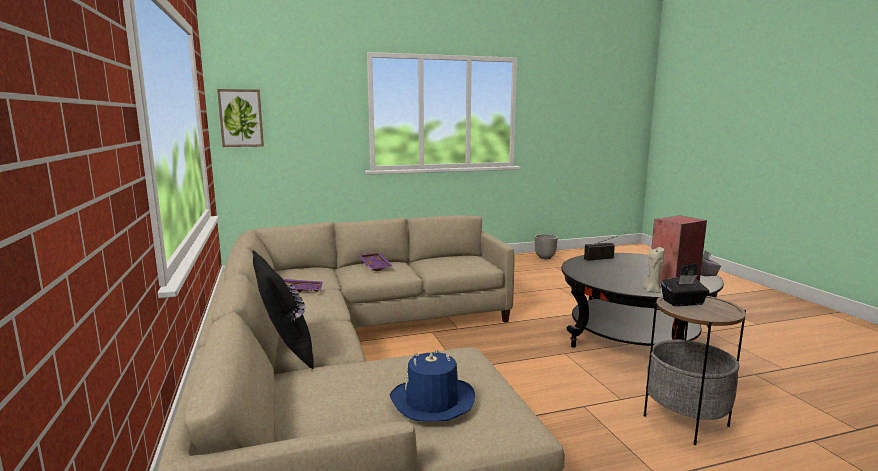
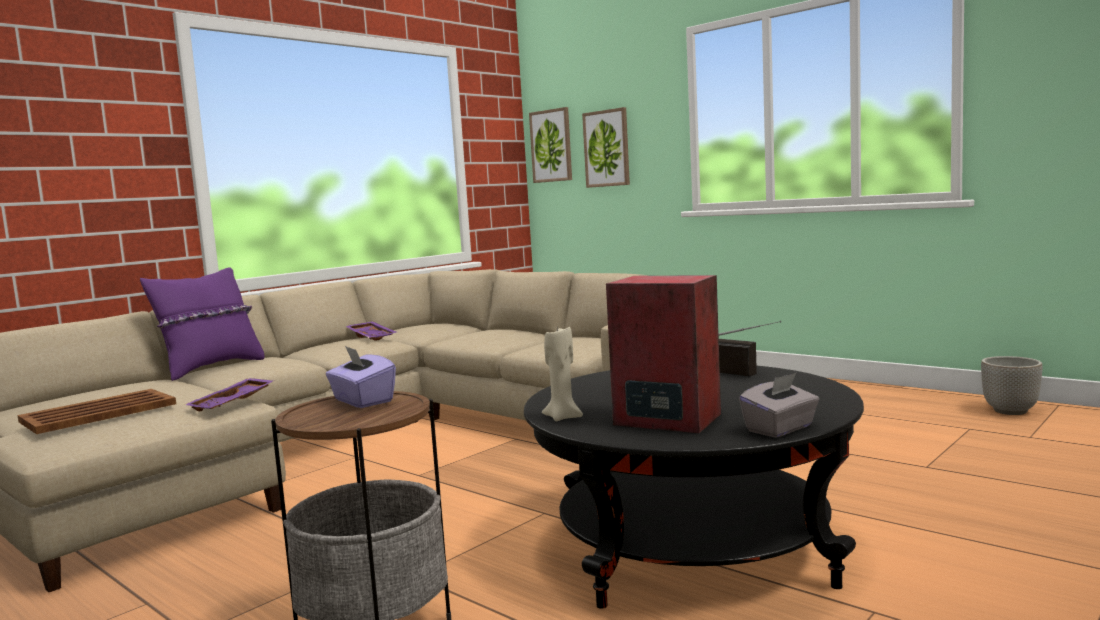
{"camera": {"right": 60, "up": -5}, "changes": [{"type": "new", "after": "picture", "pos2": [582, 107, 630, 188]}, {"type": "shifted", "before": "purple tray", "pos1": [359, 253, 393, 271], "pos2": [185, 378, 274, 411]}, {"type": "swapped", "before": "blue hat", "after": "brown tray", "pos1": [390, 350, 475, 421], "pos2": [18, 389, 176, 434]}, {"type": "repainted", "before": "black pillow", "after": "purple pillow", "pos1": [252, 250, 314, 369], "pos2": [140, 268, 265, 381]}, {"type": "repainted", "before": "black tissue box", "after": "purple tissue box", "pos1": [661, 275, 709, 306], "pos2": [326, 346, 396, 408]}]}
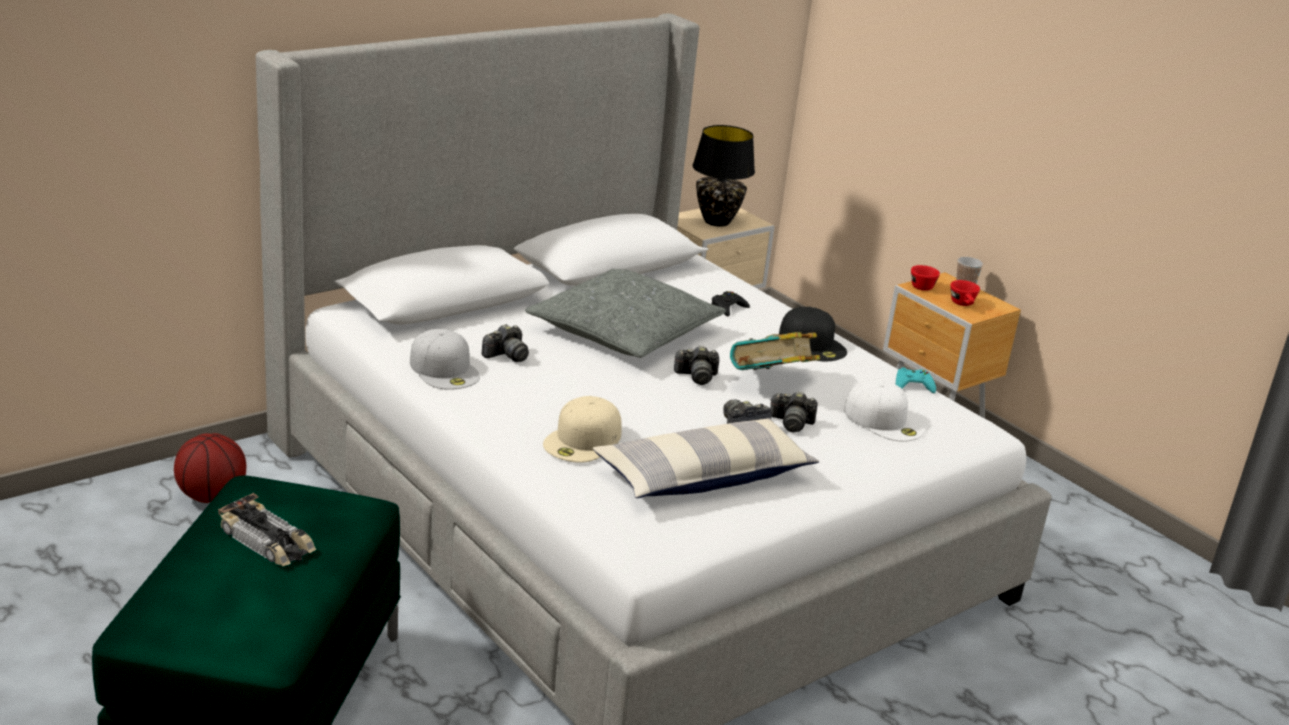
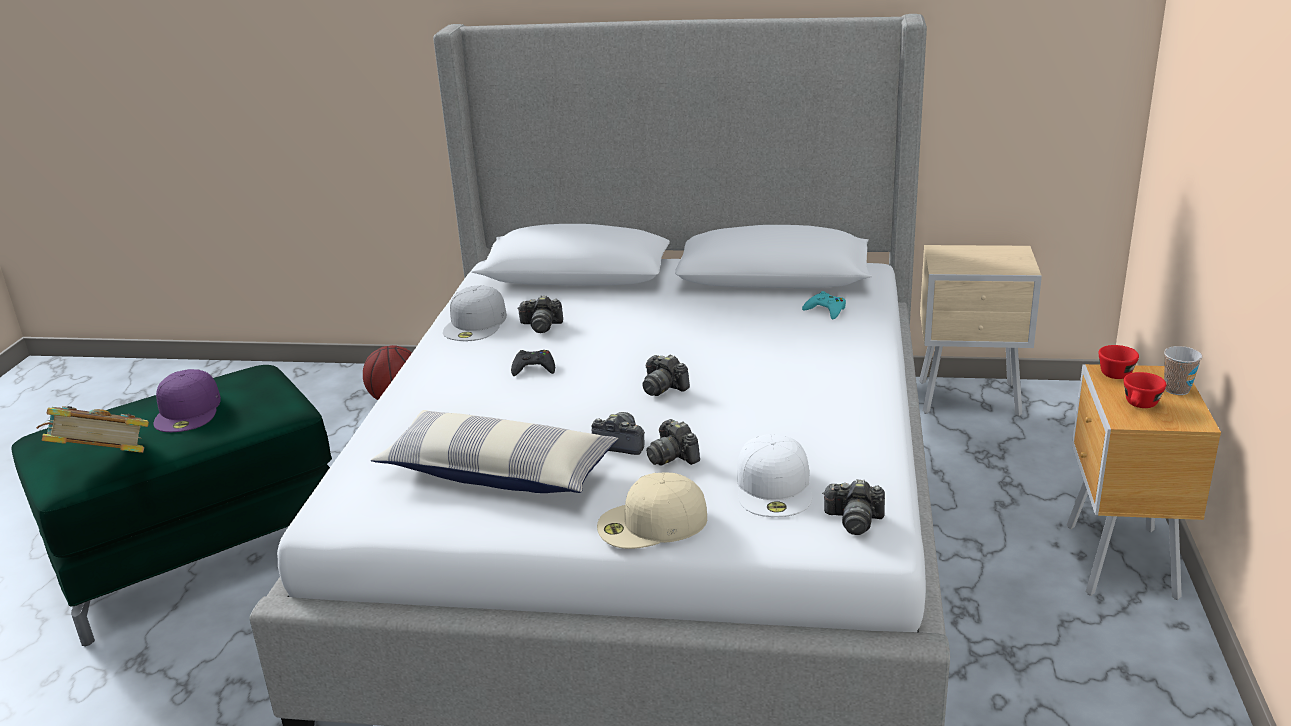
{"camera": {"right": 50, "up": 0}, "changes": [{"type": "gone", "before": "grey pillow", "pos1": [525, 269, 726, 358]}, {"type": "gone", "before": "black table lamp", "pos1": [692, 125, 755, 227]}, {"type": "gone", "before": "black cap", "pos1": [779, 307, 847, 361]}, {"type": "new", "after": "photo camera", "pos2": [822, 479, 885, 535]}, {"type": "shifted", "before": "beige cap", "pos1": [543, 396, 622, 463], "pos2": [597, 472, 707, 549]}, {"type": "shifted", "before": "black game controller", "pos1": [712, 291, 750, 316], "pos2": [511, 350, 555, 376]}, {"type": "shifted", "before": "book", "pos1": [730, 332, 820, 370], "pos2": [37, 406, 149, 453]}, {"type": "shifted", "before": "turquoise game controller", "pos1": [896, 367, 936, 393], "pos2": [802, 291, 846, 320]}, {"type": "swapped", "before": "toy car", "after": "purple cap", "pos1": [218, 493, 316, 566], "pos2": [154, 369, 221, 432]}]}
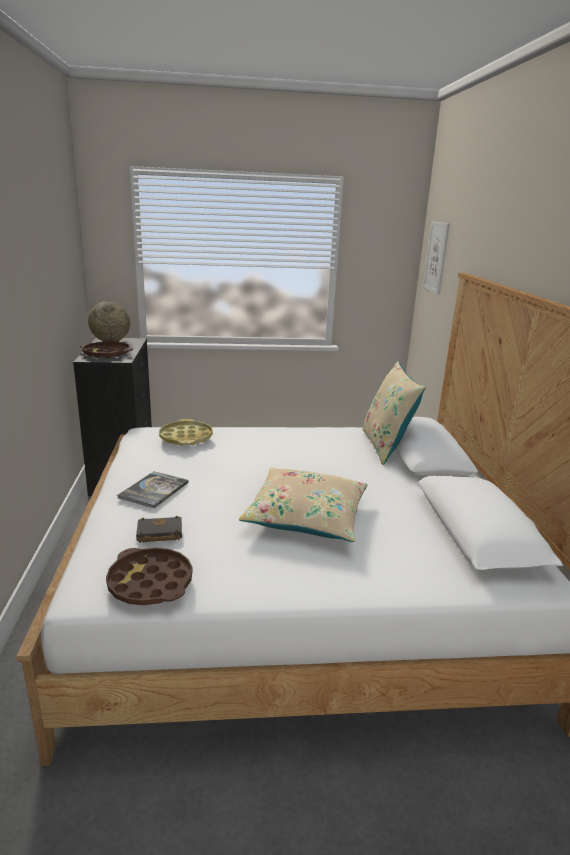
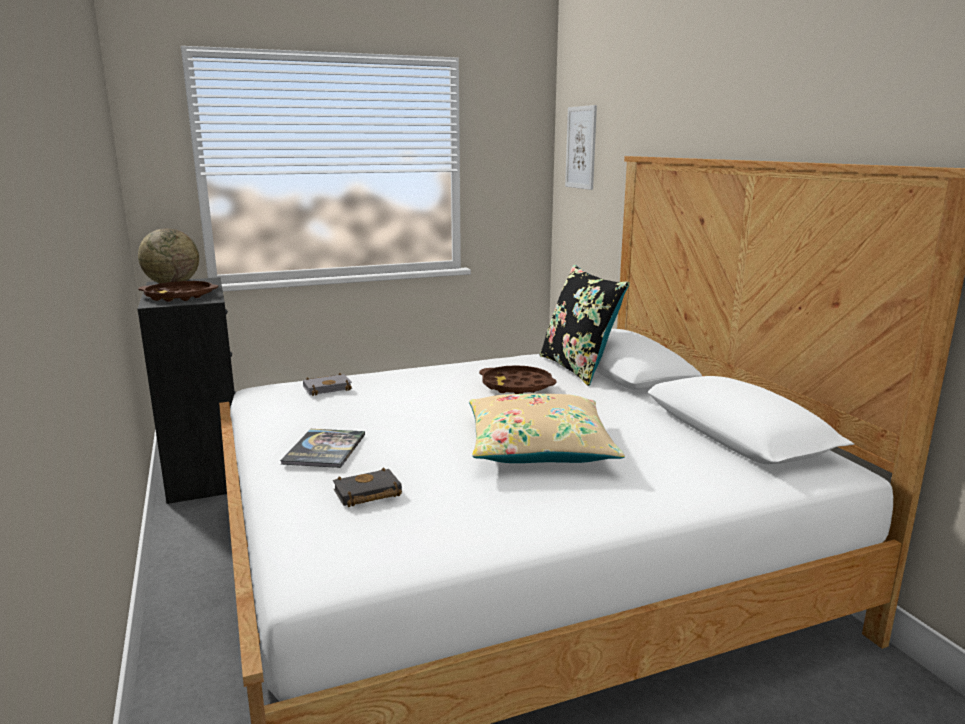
{"camera": {"right": -15, "up": -5}, "changes": [{"type": "shifted", "before": "brown tray", "pos1": [106, 548, 193, 605], "pos2": [479, 365, 557, 394]}, {"type": "swapped", "before": "yellow tray", "after": "grey book", "pos1": [159, 419, 213, 446], "pos2": [303, 373, 352, 396]}, {"type": "repainted", "before": "beige pillow", "after": "black pillow", "pos1": [362, 361, 426, 465], "pos2": [539, 265, 629, 386]}]}
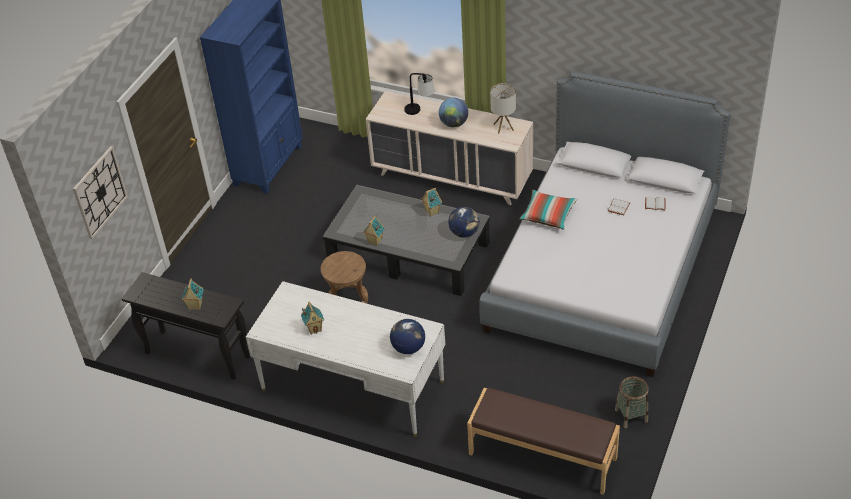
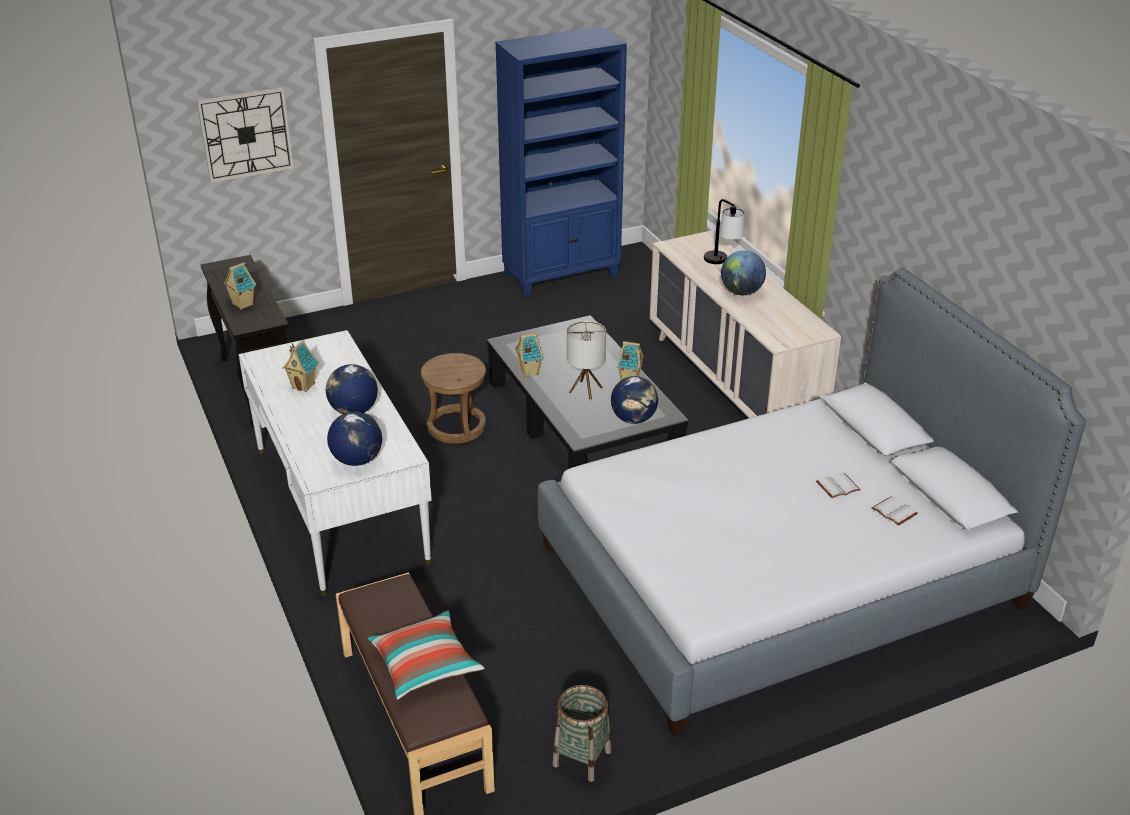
{"camera": {"right": 40, "up": -10}, "changes": [{"type": "new", "after": "globe", "pos2": [326, 364, 378, 414]}, {"type": "shifted", "before": "table lamp", "pos1": [490, 83, 516, 134], "pos2": [567, 321, 606, 400]}, {"type": "shifted", "before": "pillow", "pos1": [519, 190, 578, 229], "pos2": [367, 610, 485, 700]}]}
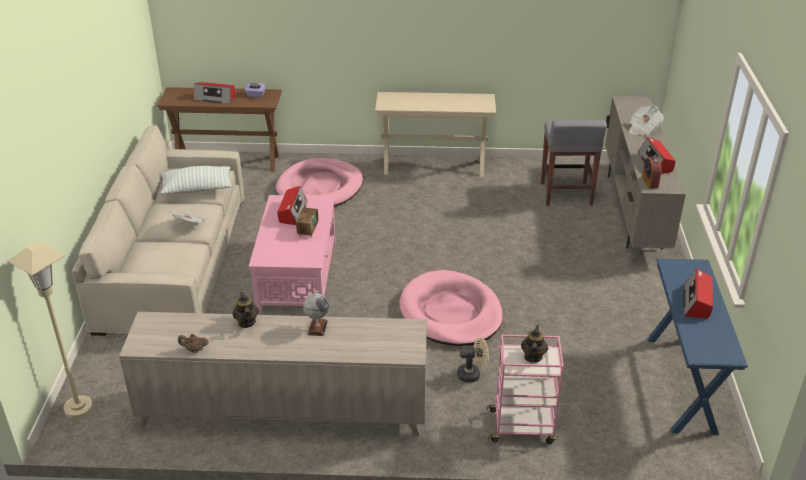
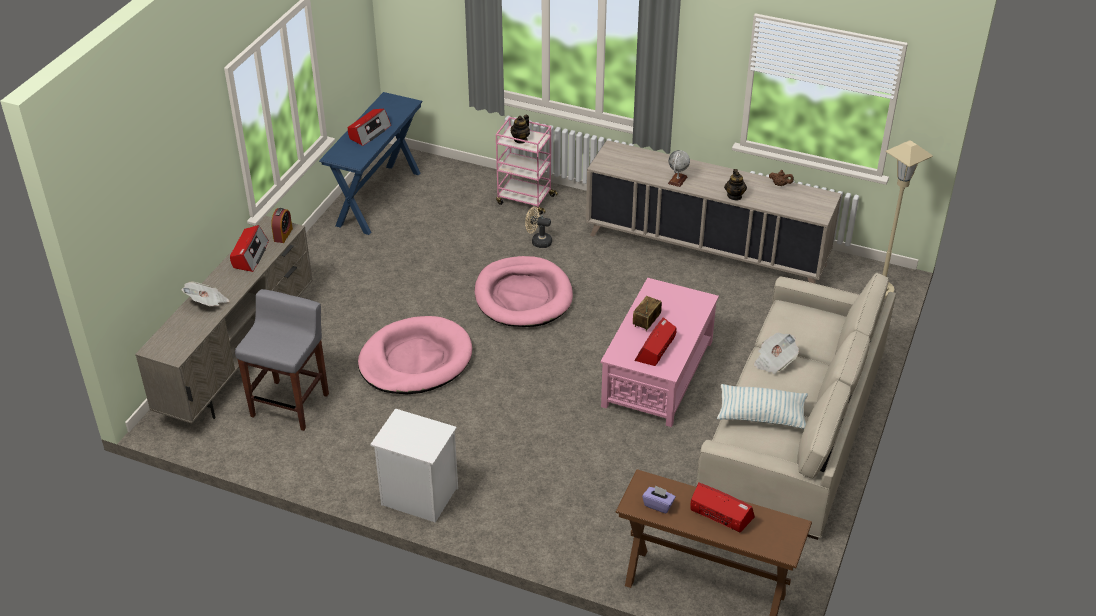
{"camera": {"right": -160, "up": 5}, "changes": [{"type": "shifted", "before": "pink dog bed", "pos1": [276, 158, 363, 206], "pos2": [358, 316, 472, 394]}, {"type": "swapped", "before": "beige console table", "after": "white nightstand", "pos1": [375, 92, 496, 177], "pos2": [370, 408, 458, 523]}]}
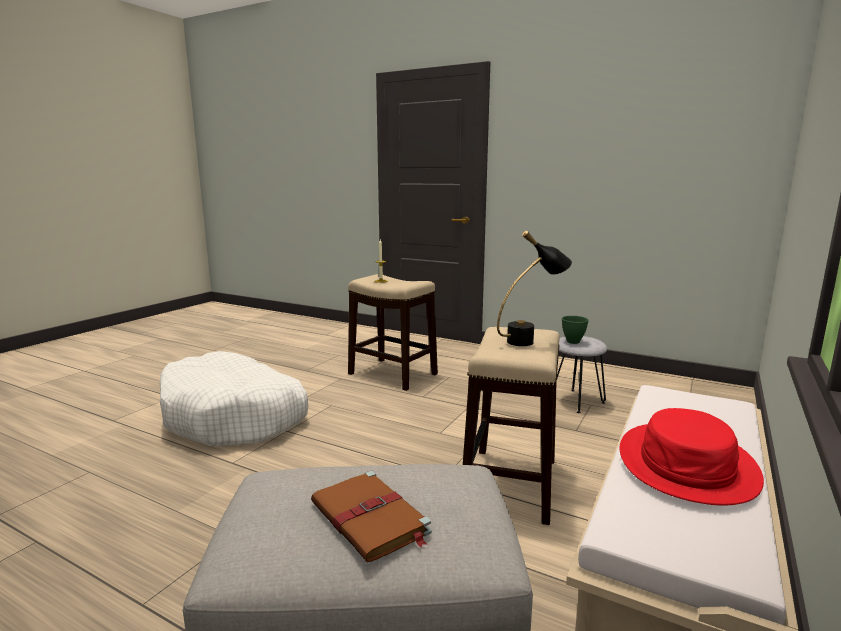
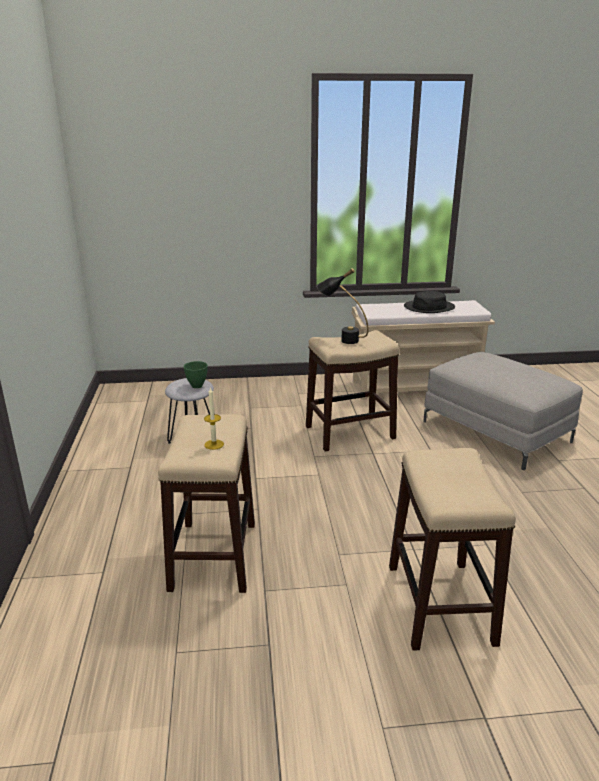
{"camera": {"right": -125, "up": 10}, "changes": [{"type": "gone", "before": "brown book", "pos1": [311, 471, 432, 562]}, {"type": "swapped", "before": "white dog bed", "after": "stool", "pos1": [160, 351, 308, 447], "pos2": [389, 448, 516, 651]}, {"type": "repainted", "before": "red hat", "after": "black hat", "pos1": [619, 408, 764, 506], "pos2": [404, 291, 455, 313]}]}
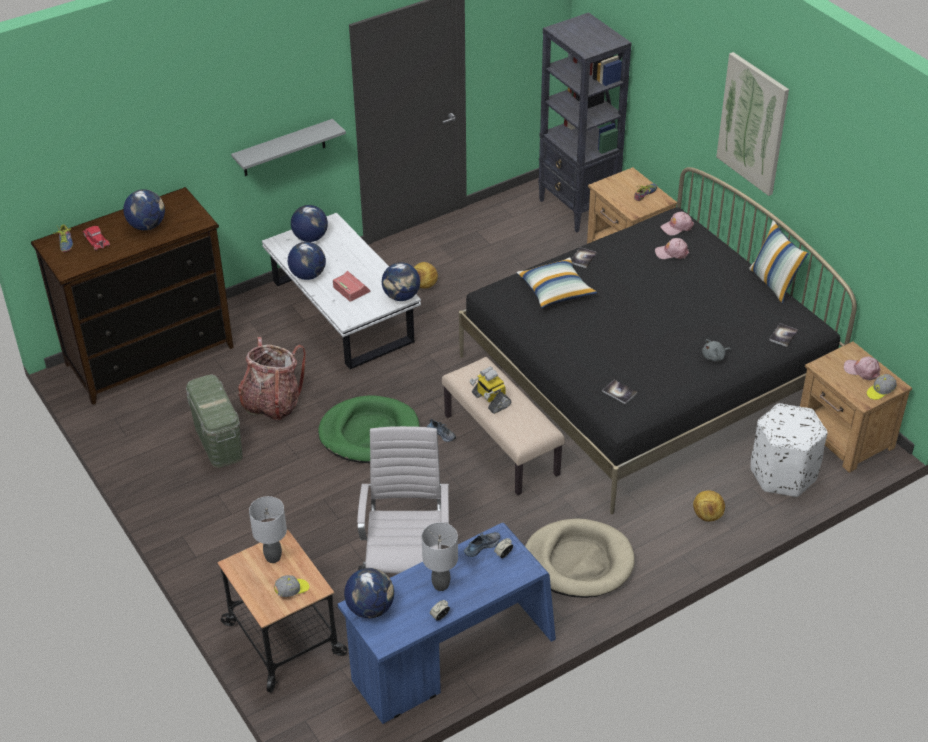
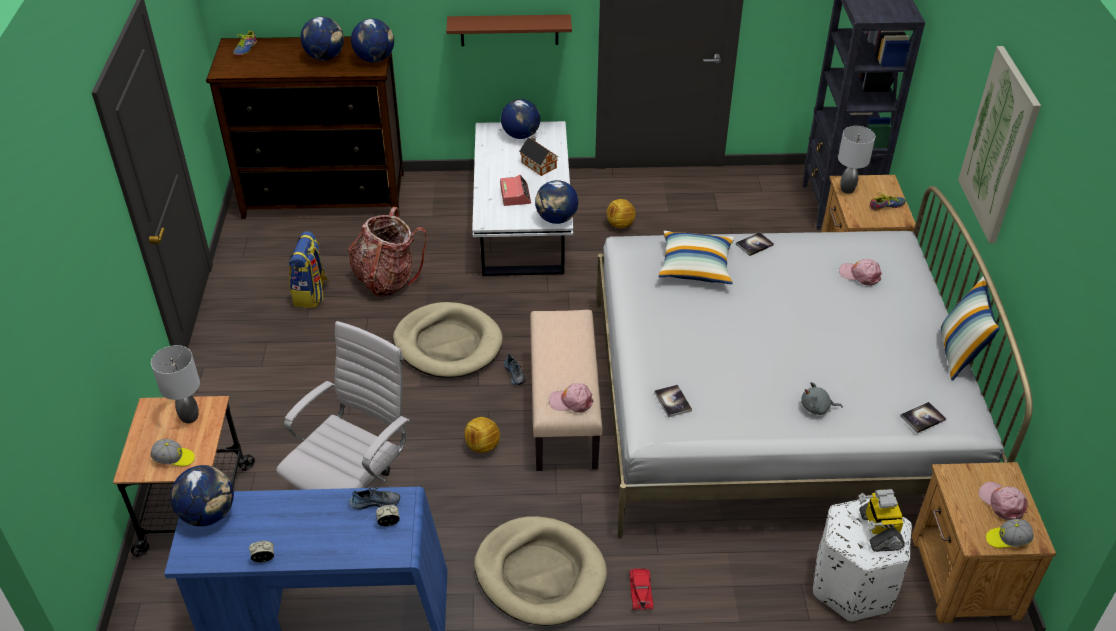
{"camera": {"right": 30, "up": 0}, "changes": [{"type": "new", "after": "toy house", "pos2": [519, 136, 558, 176]}, {"type": "shifted", "before": "red toy car", "pos1": [83, 226, 110, 251], "pos2": [629, 568, 654, 610]}, {"type": "shifted", "before": "globe", "pos1": [288, 242, 326, 280], "pos2": [351, 18, 394, 62]}, {"type": "shifted", "before": "grey table lamp", "pos1": [422, 522, 458, 591], "pos2": [838, 126, 875, 194]}, {"type": "shifted", "before": "toy robot", "pos1": [469, 367, 511, 414], "pos2": [859, 489, 905, 552]}, {"type": "shifted", "before": "pink cap", "pos1": [661, 212, 694, 236], "pos2": [549, 383, 594, 412]}, {"type": "shifted", "before": "football", "pos1": [693, 490, 725, 522], "pos2": [464, 417, 500, 453]}, {"type": "swapped", "before": "green storage box", "after": "backpack", "pos1": [186, 374, 243, 468], "pos2": [289, 231, 329, 308]}, {"type": "repainted", "before": "grey shelf", "after": "brown shelf", "pos1": [231, 119, 346, 176], "pos2": [446, 15, 572, 46]}, {"type": "repainted", "before": "green dog bed", "after": "beige dog bed", "pos1": [318, 395, 420, 463], "pos2": [393, 302, 503, 378]}, {"type": "repainted", "before": "black bed", "after": "white bed", "pos1": [459, 167, 857, 514], "pos2": [597, 186, 1033, 539]}]}
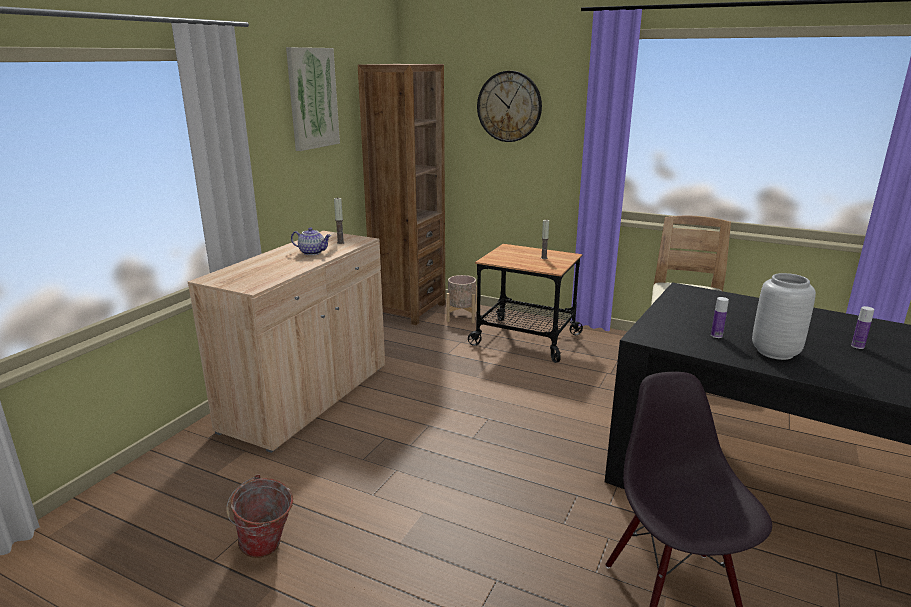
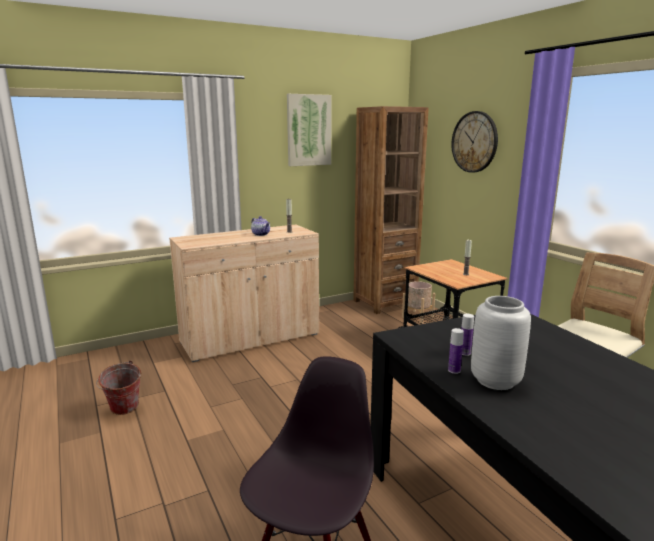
{"camera": {"right": 35, "up": -5}, "changes": [{"type": "shifted", "before": "bottle", "pos1": [851, 306, 874, 349], "pos2": [448, 328, 464, 374]}]}
